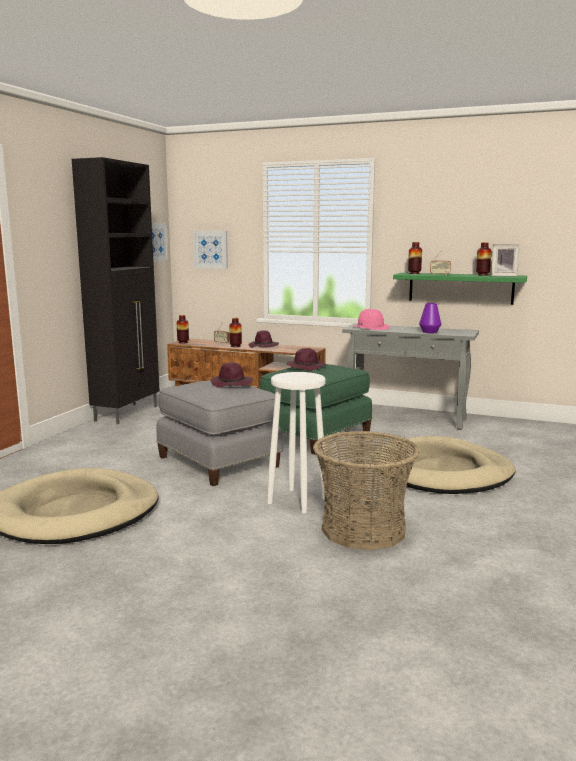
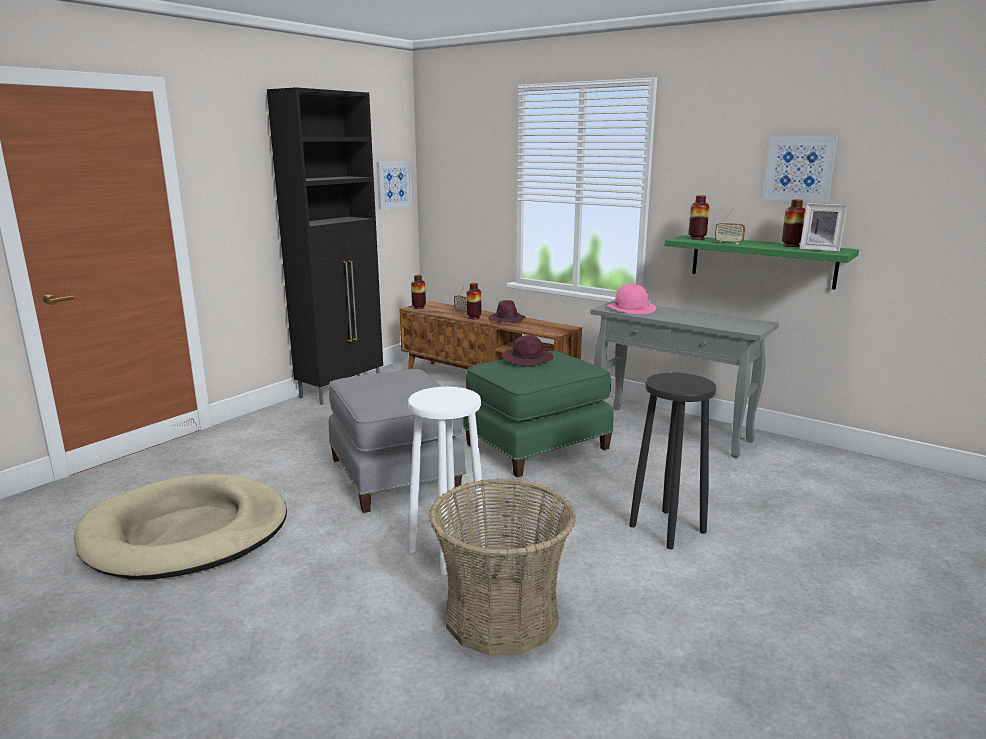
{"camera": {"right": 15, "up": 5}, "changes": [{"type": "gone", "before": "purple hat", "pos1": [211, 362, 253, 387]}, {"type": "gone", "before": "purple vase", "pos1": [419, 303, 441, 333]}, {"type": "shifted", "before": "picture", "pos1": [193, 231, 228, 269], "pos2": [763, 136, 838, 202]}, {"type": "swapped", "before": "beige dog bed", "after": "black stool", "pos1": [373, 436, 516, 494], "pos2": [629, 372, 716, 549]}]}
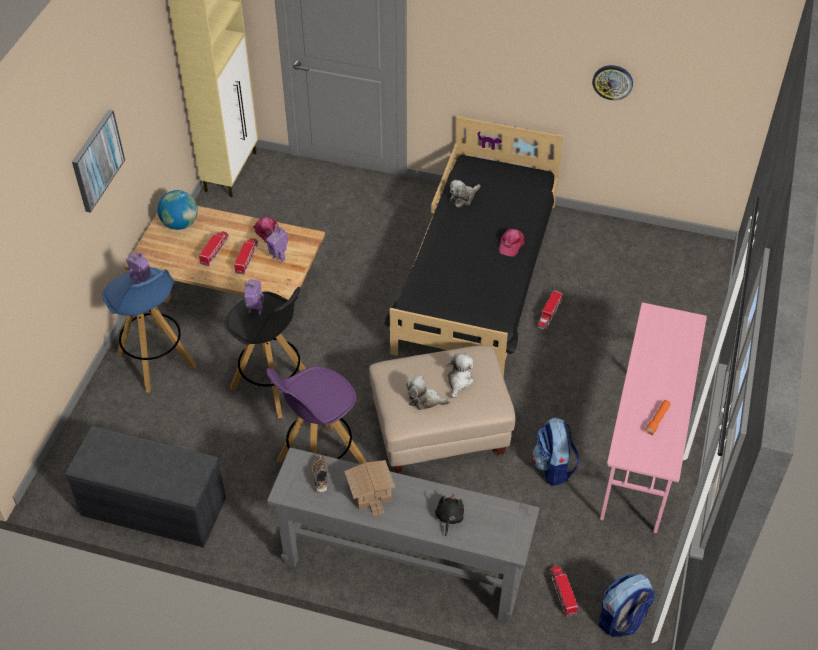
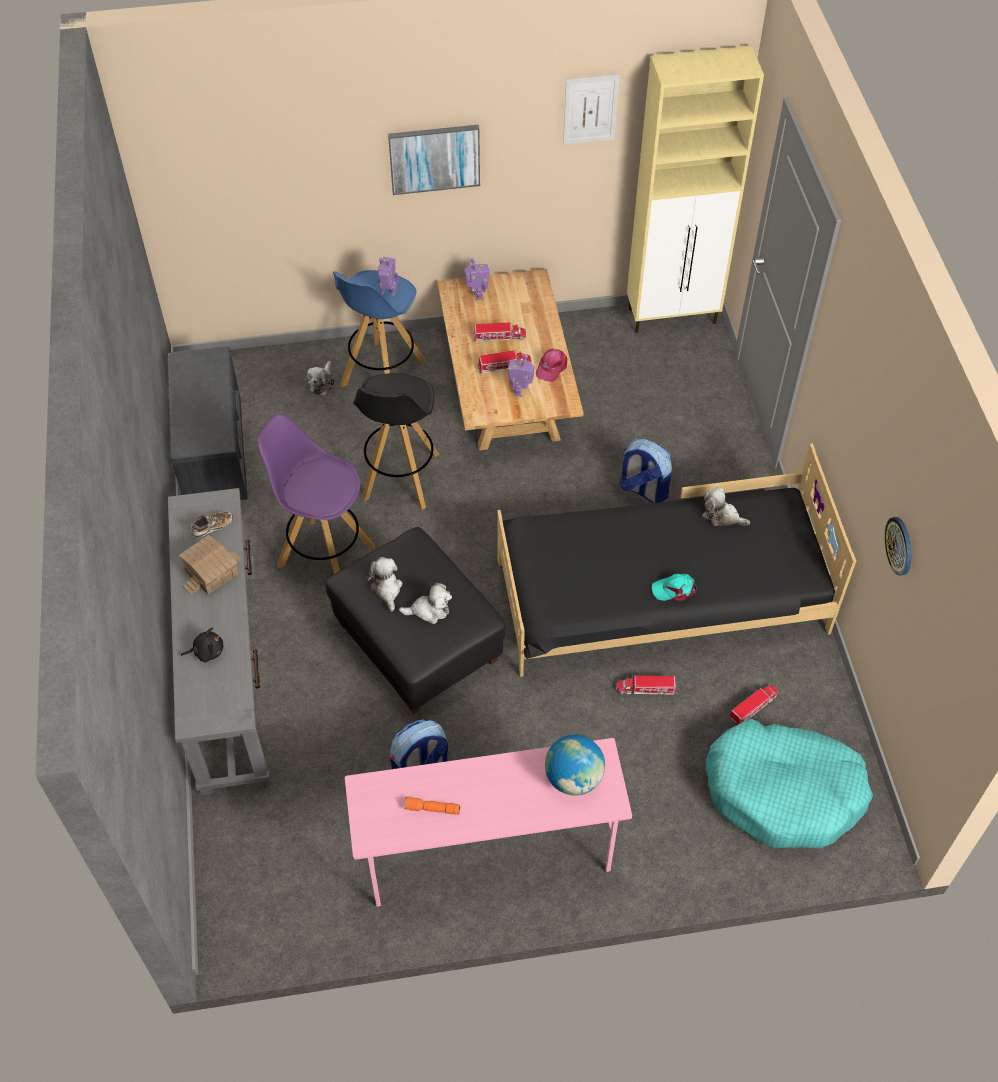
{"camera": {"right": 65, "up": 5}, "changes": [{"type": "new", "after": "plush toy", "pos2": [307, 361, 334, 396]}, {"type": "new", "after": "picture", "pos2": [563, 74, 620, 145]}, {"type": "new", "after": "turquoise dog bed", "pos2": [706, 719, 873, 849]}, {"type": "shifted", "before": "globe", "pos1": [158, 190, 198, 230], "pos2": [545, 735, 605, 795]}, {"type": "shifted", "before": "toy robot", "pos1": [244, 279, 264, 315], "pos2": [464, 258, 490, 300]}, {"type": "shifted", "before": "toy truck", "pos1": [550, 566, 578, 617], "pos2": [729, 685, 778, 726]}, {"type": "shifted", "before": "backpack", "pos1": [599, 574, 655, 637], "pos2": [619, 438, 672, 503]}, {"type": "repainted", "before": "beige ottoman", "after": "black ottoman", "pos1": [369, 345, 515, 473], "pos2": [325, 527, 506, 714]}, {"type": "repainted", "before": "pink cap", "after": "turquoise cap", "pos1": [499, 229, 525, 256], "pos2": [651, 574, 697, 601]}]}
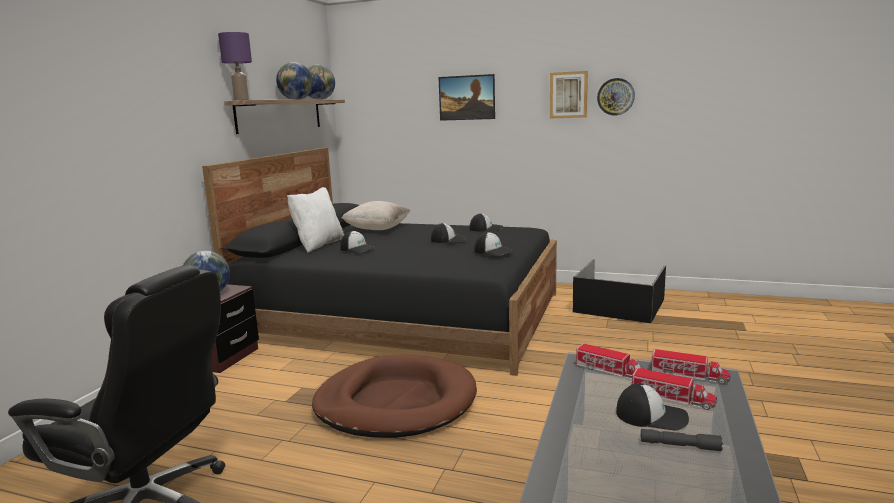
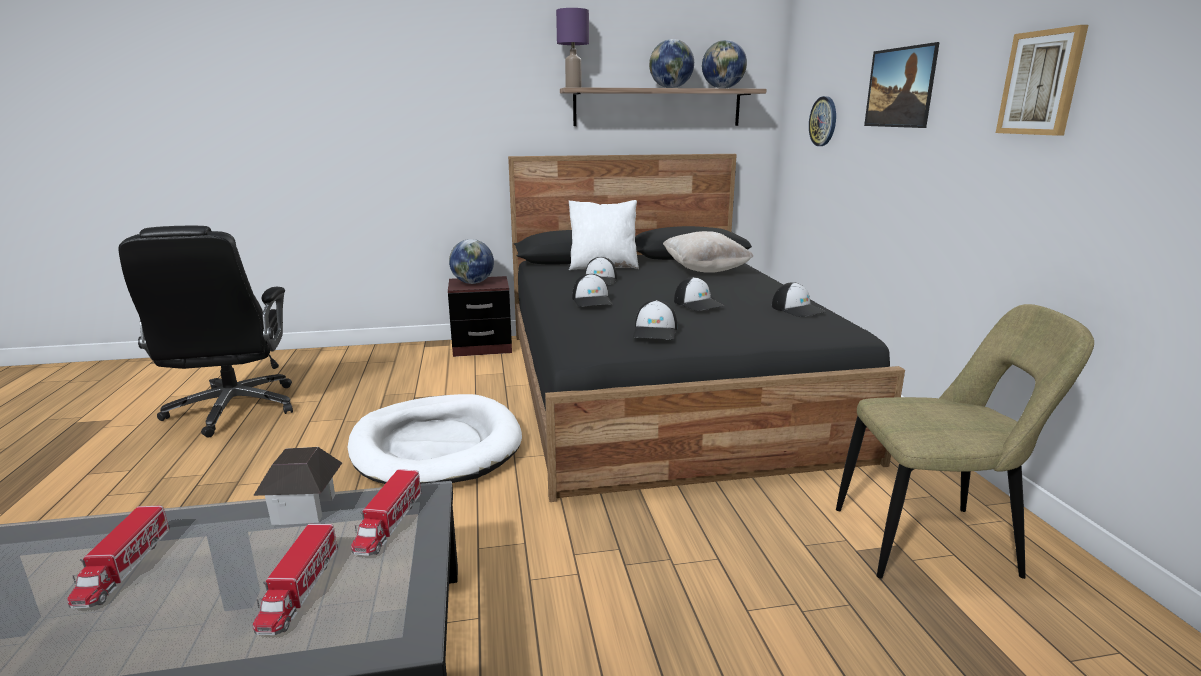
{"camera": {"right": 60, "up": 5}, "changes": [{"type": "gone", "before": "grey flashlight", "pos1": [641, 429, 723, 452]}, {"type": "new", "after": "toy house", "pos2": [253, 447, 342, 525]}, {"type": "shifted", "before": "wall clock", "pos1": [597, 78, 635, 115], "pos2": [809, 96, 836, 146]}, {"type": "shifted", "before": "cap", "pos1": [616, 383, 689, 430], "pos2": [572, 274, 613, 307]}, {"type": "shifted", "before": "toy truck", "pos1": [648, 349, 730, 384], "pos2": [67, 506, 170, 609]}, {"type": "swapped", "before": "black storage box", "after": "beige chair", "pos1": [573, 259, 666, 323], "pos2": [836, 304, 1094, 579]}, {"type": "repainted", "before": "brown dog bed", "after": "white dog bed", "pos1": [312, 354, 477, 438], "pos2": [347, 394, 522, 484]}]}
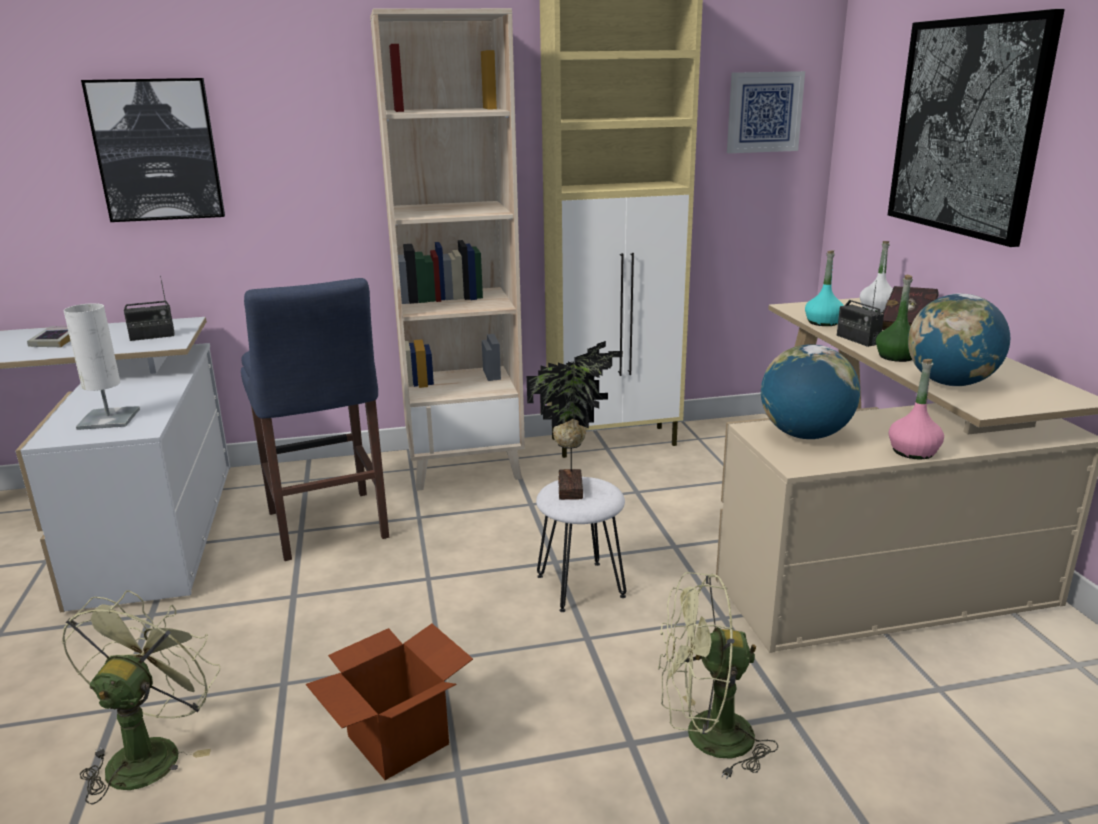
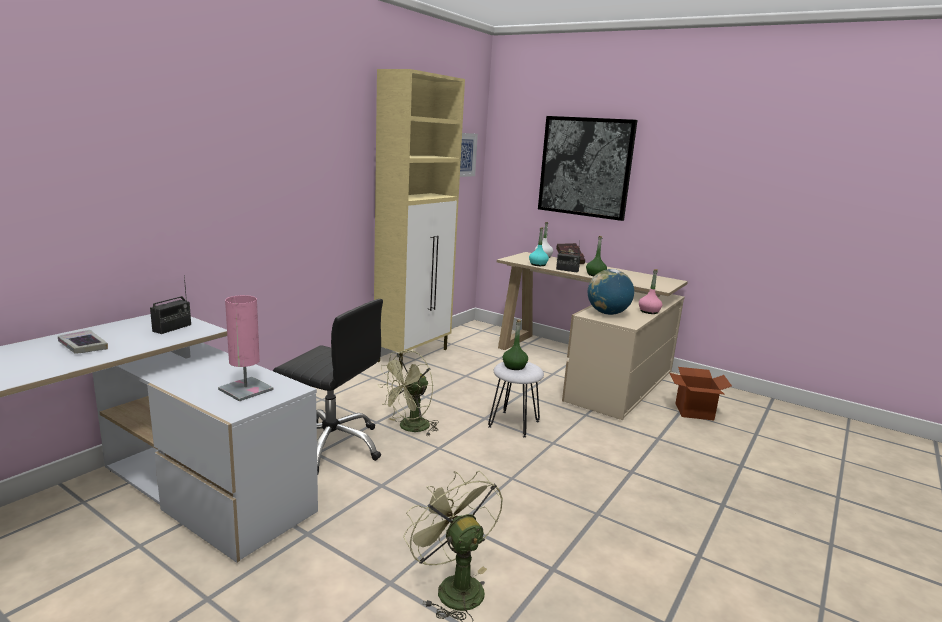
{"camera": {"right": -45, "up": -5}, "changes": [{"type": "gone", "before": "picture", "pos1": [81, 78, 225, 222]}, {"type": "gone", "before": "beige bookcase", "pos1": [370, 8, 525, 491]}, {"type": "gone", "before": "globe", "pos1": [908, 294, 1010, 386]}, {"type": "shifted", "before": "cardboard box", "pos1": [306, 624, 473, 780], "pos2": [669, 367, 732, 420]}, {"type": "shifted", "before": "green fan", "pos1": [658, 572, 778, 780], "pos2": [378, 350, 439, 437]}, {"type": "swapped", "before": "blue stool", "after": "black office chair", "pos1": [241, 278, 389, 561], "pos2": [273, 299, 383, 476]}, {"type": "swapped", "before": "potted plant", "after": "green bottle", "pos1": [527, 341, 623, 500], "pos2": [502, 319, 528, 370]}, {"type": "repainted", "before": "white table lamp", "after": "pink table lamp", "pos1": [63, 303, 140, 430], "pos2": [218, 295, 273, 402]}]}
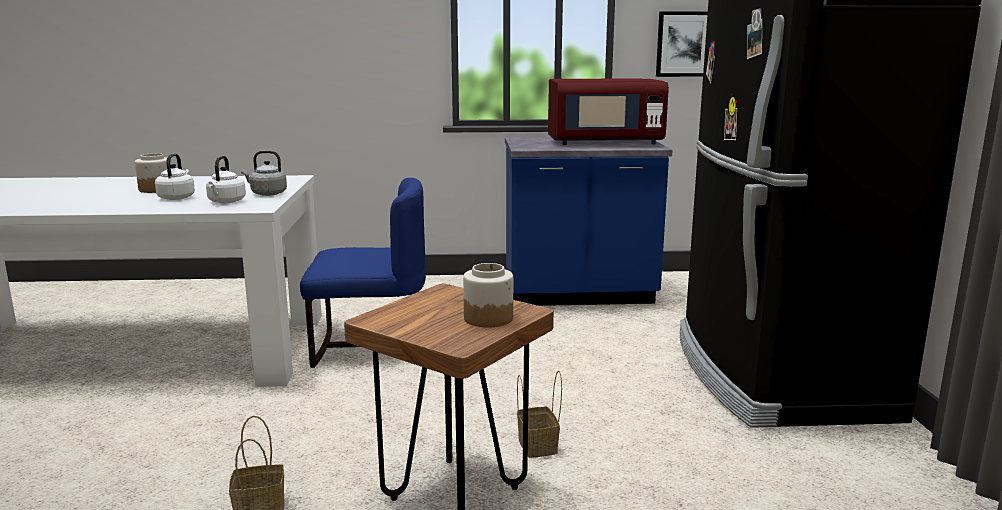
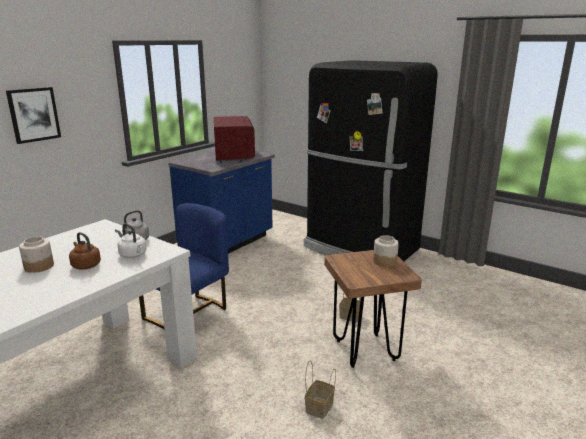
{"camera": {"right": -50, "up": 5}, "changes": [{"type": "shifted", "before": "picture", "pos1": [656, 11, 708, 77], "pos2": [6, 87, 61, 144]}, {"type": "repainted", "before": "white kettle", "after": "brown kettle", "pos1": [155, 153, 195, 200], "pos2": [69, 232, 101, 270]}, {"type": "rotated", "before": "red microwave", "pos1": [548, 79, 669, 145], "pos2": [214, 116, 255, 163], "turn": -45}]}
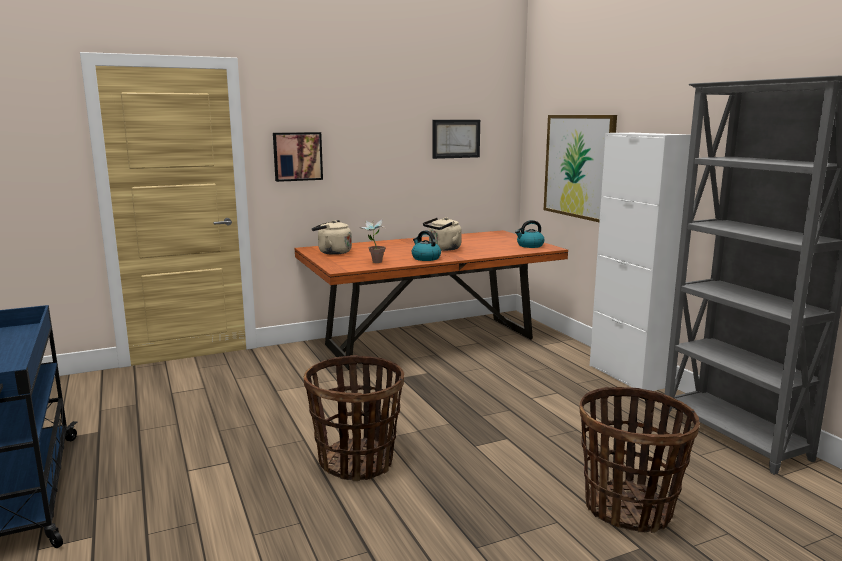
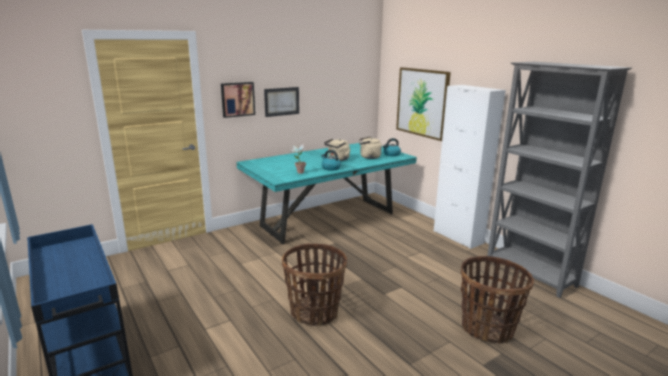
{"camera": {"right": -10, "up": 5}, "changes": [{"type": "shifted", "before": "beige kettle", "pos1": [312, 220, 352, 255], "pos2": [359, 136, 382, 159]}, {"type": "shifted", "before": "picture", "pos1": [432, 120, 480, 159], "pos2": [264, 87, 299, 117]}, {"type": "repainted", "before": "orange dining table", "after": "turquoise dining table", "pos1": [294, 230, 568, 370], "pos2": [236, 143, 417, 244]}]}
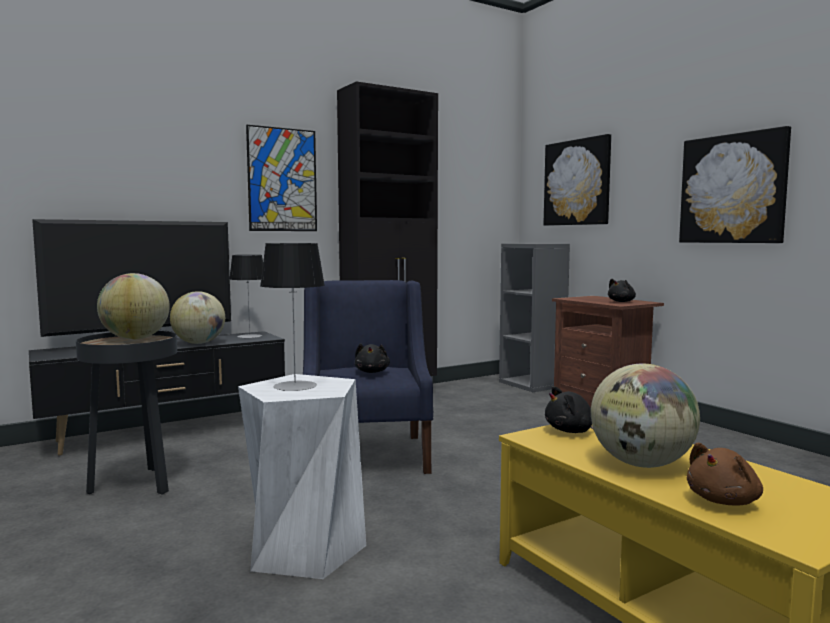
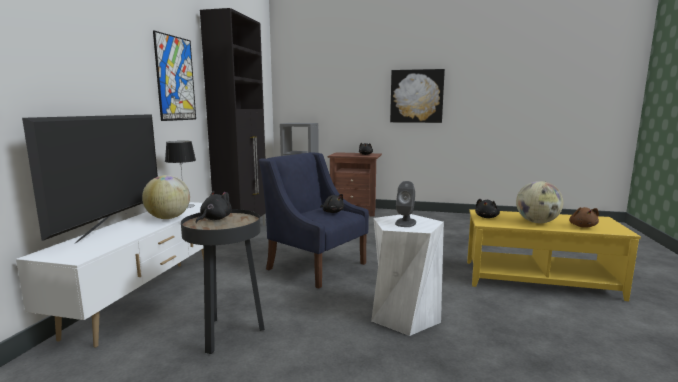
{"camera": {"right": -45, "up": 5}, "changes": [{"type": "gone", "before": "picture", "pos1": [544, 134, 611, 226]}, {"type": "swapped", "before": "globe", "after": "black plush toy", "pos1": [97, 273, 170, 340], "pos2": [196, 191, 232, 223]}, {"type": "swapped", "before": "table lamp", "after": "grey speaker", "pos1": [260, 243, 325, 391], "pos2": [395, 181, 416, 227]}, {"type": "repainted", "before": "black tv stand", "after": "white tv stand", "pos1": [29, 331, 285, 456], "pos2": [16, 202, 204, 347]}]}
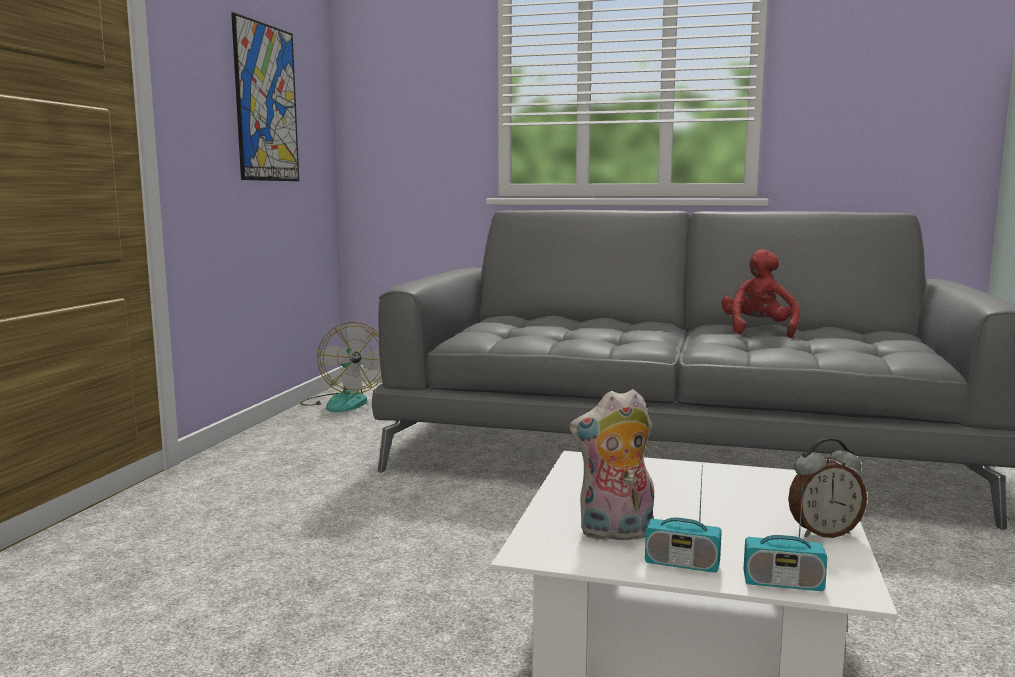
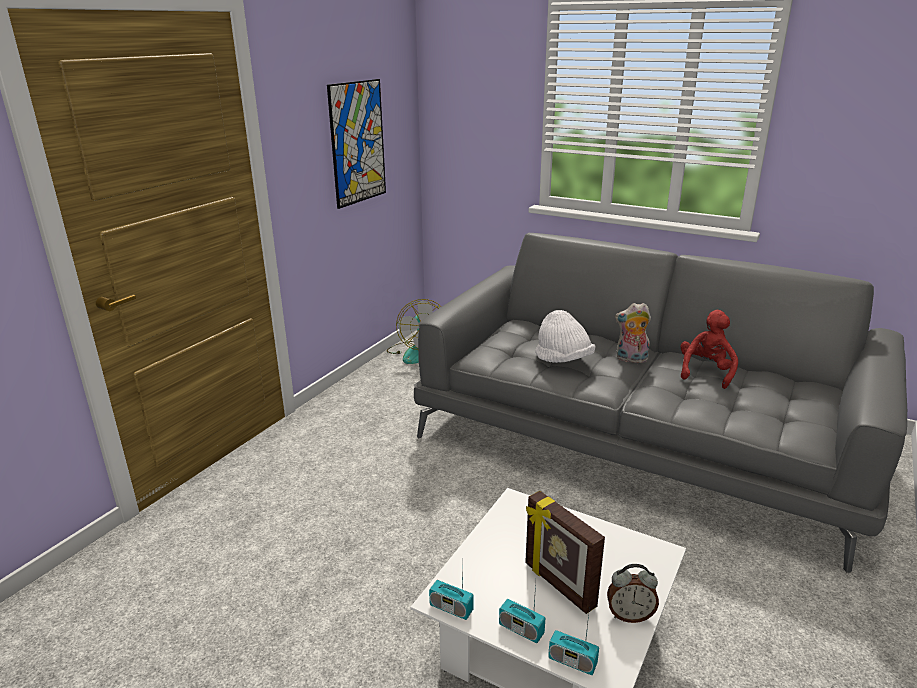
{"camera": {"right": 15, "up": 15}, "changes": [{"type": "new", "after": "radio", "pos2": [429, 564, 474, 620]}, {"type": "new", "after": "picture frame", "pos2": [525, 491, 605, 614]}, {"type": "new", "after": "white hat", "pos2": [535, 310, 596, 363]}, {"type": "shifted", "before": "plush toy", "pos1": [569, 389, 654, 543], "pos2": [615, 303, 651, 363]}]}
